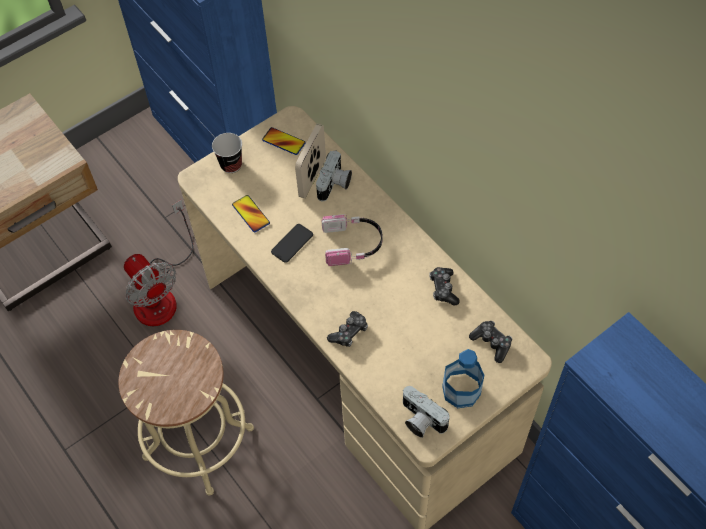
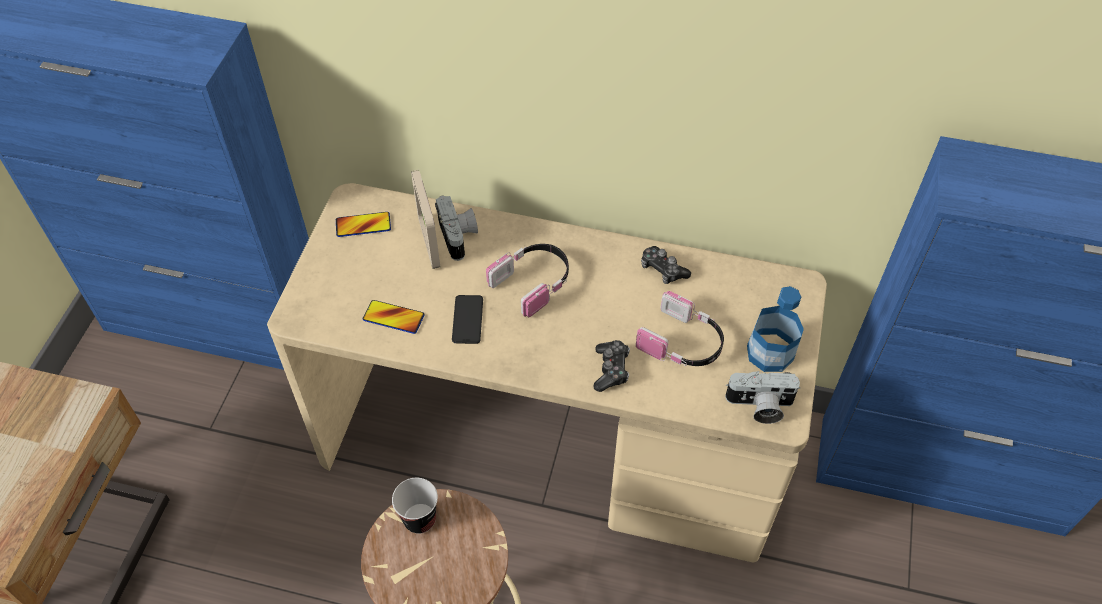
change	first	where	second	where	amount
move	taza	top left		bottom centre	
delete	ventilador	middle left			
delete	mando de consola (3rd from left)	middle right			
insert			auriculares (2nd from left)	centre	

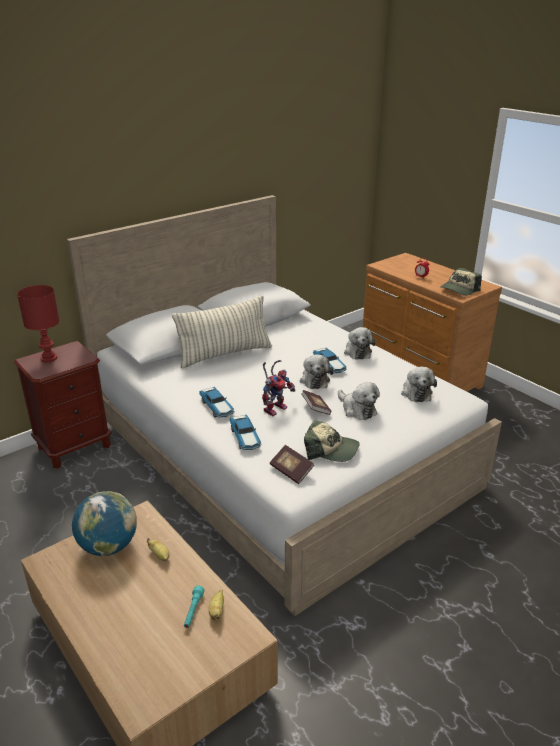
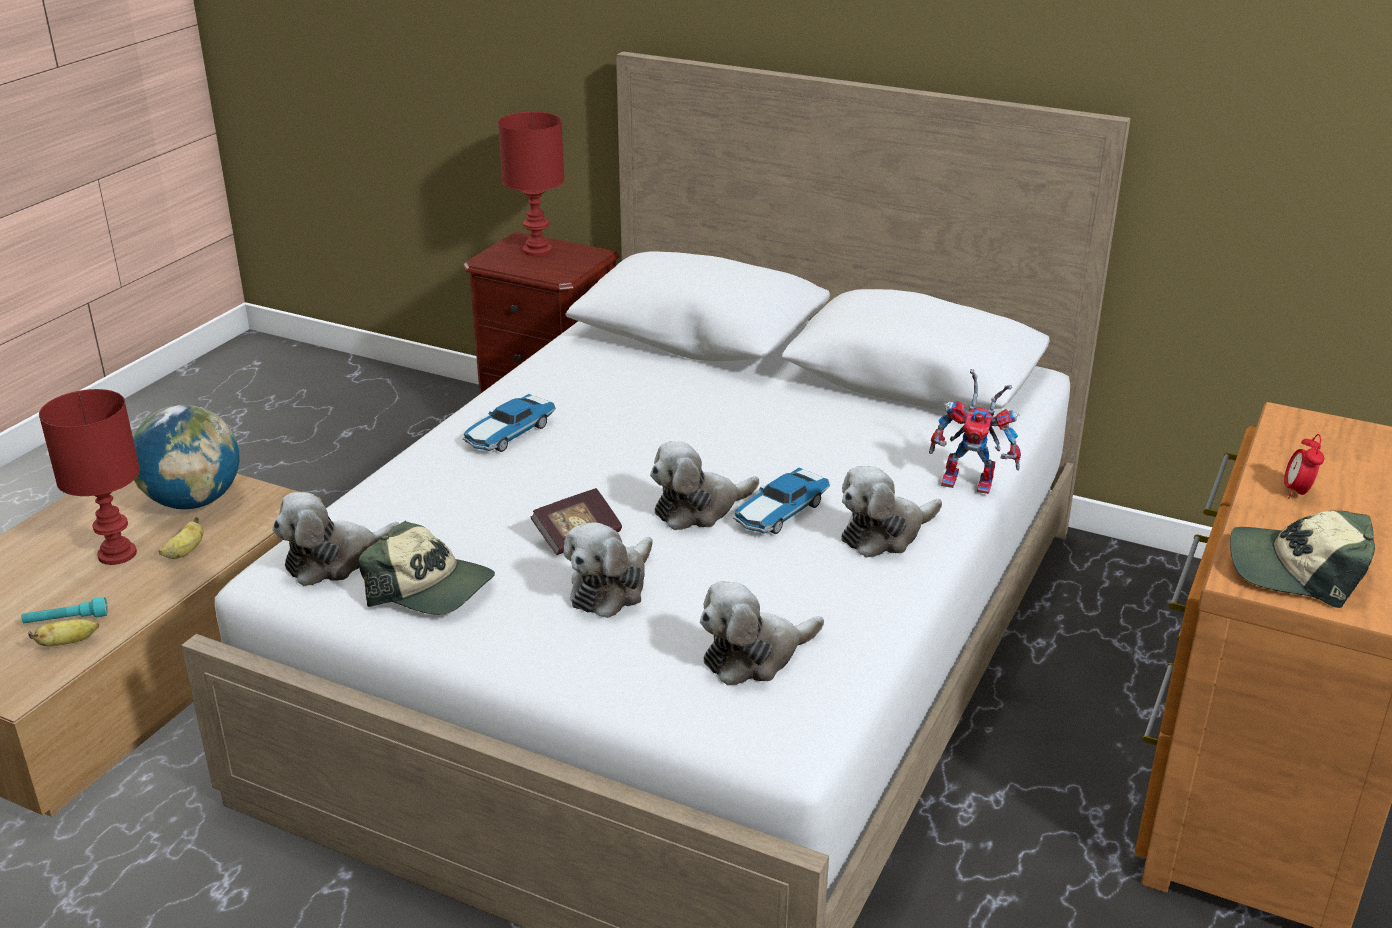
change	first	where	second	where	amount
delete	cojín	centre			
move	robot de juguete	centre		middle right	
delete	coche de juguete (2nd from left)	centre			
rotate	gorra (1st from left)	centre		middle left	60 degrees counterclockwise
replace	libro (1st from left)	centre	peluche (1st from left)	middle left	
insert			lámpara de mesa/rojo (1st from left)	middle left	

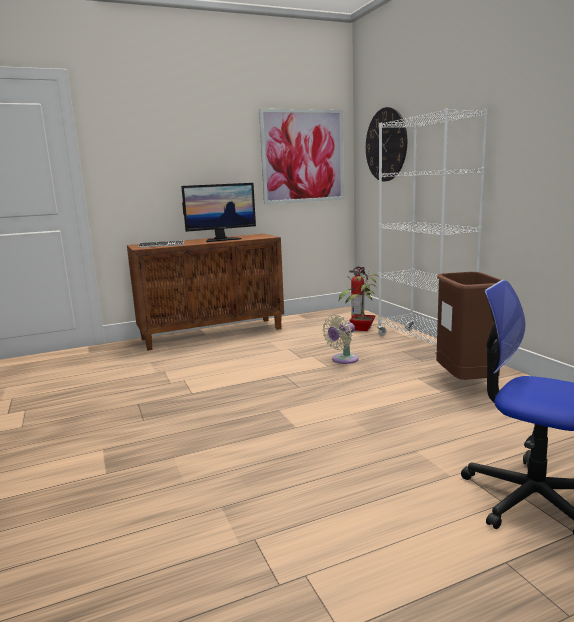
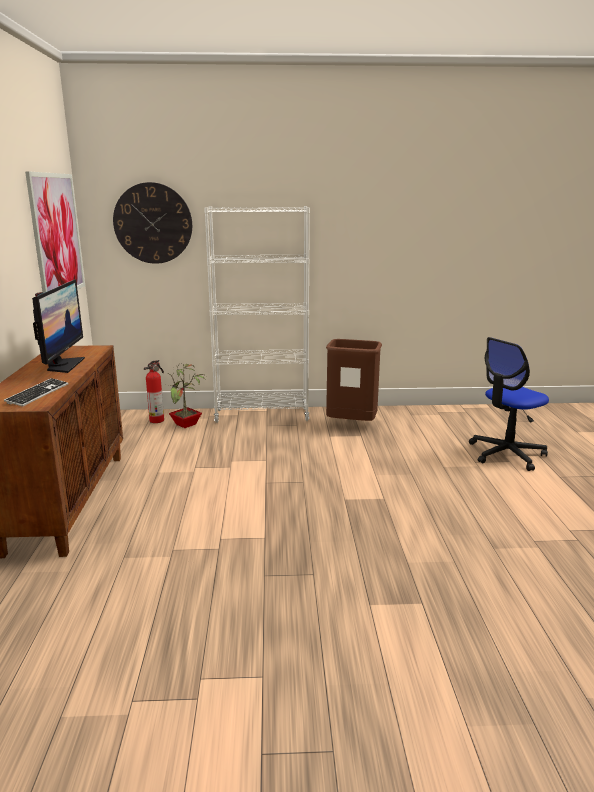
change	first	where	second	where	amount
delete	ventilador/beis	centre			

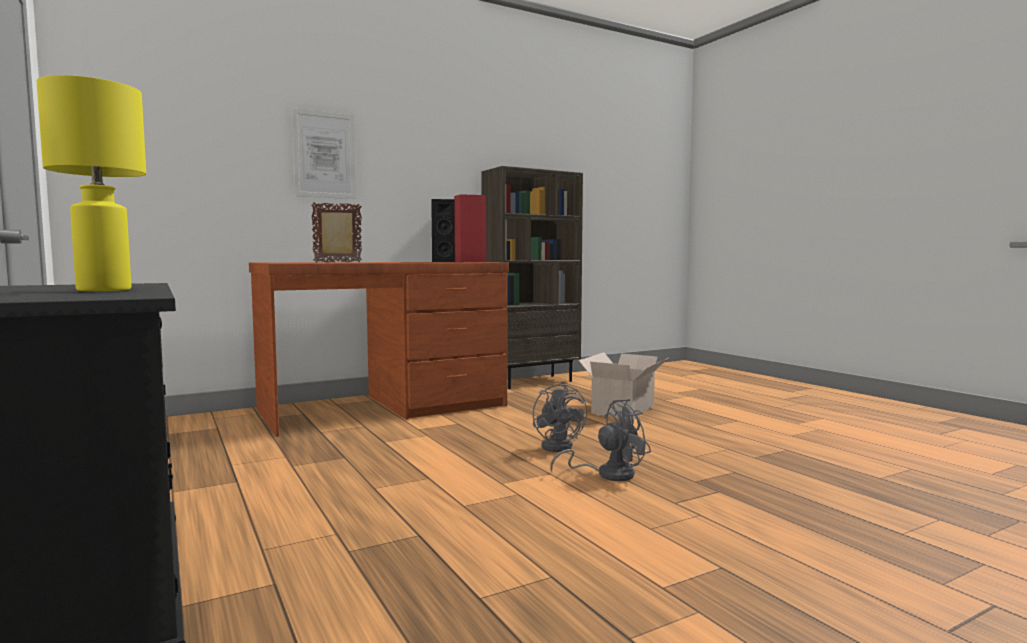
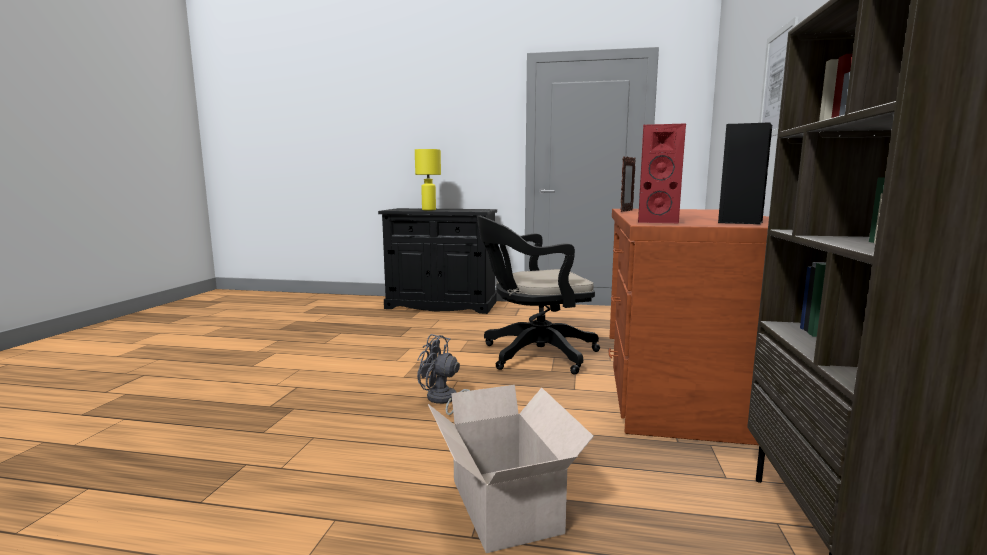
change	first	where	second	where	amount
delete	ventilador/gris (2nd from left)	bottom centre			
insert			silla de oficina/negro	centre	

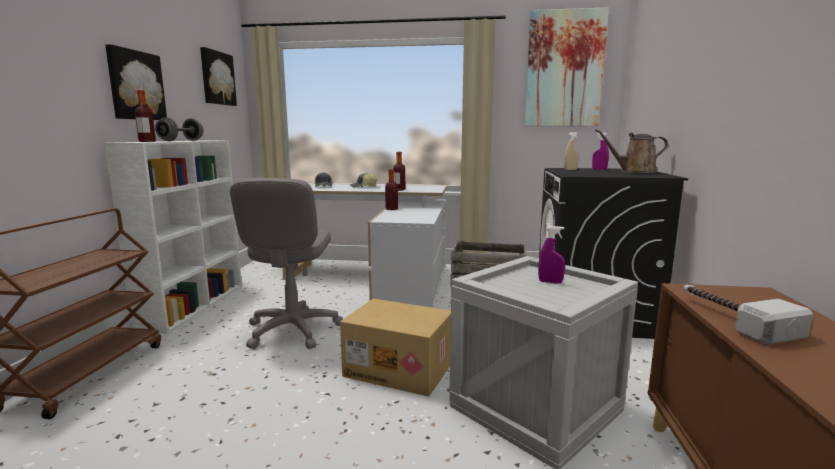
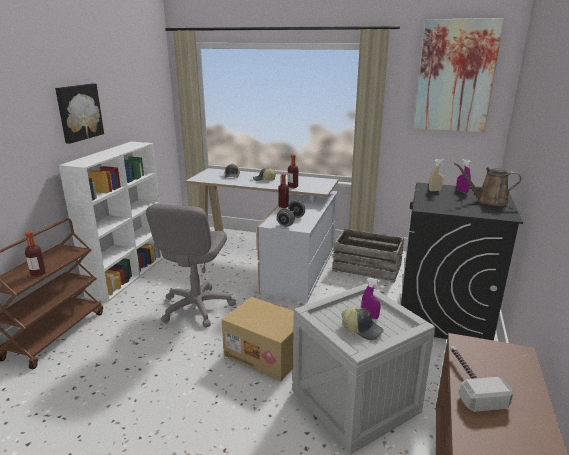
change	first	where	second	where	amount
delete	cuadro (2nd from left)	top left			
move	botella (1st from left)	top left		middle left	
move	mancuerna/gris	top left		centre	
insert			gorra (3rd from left)	bottom centre	

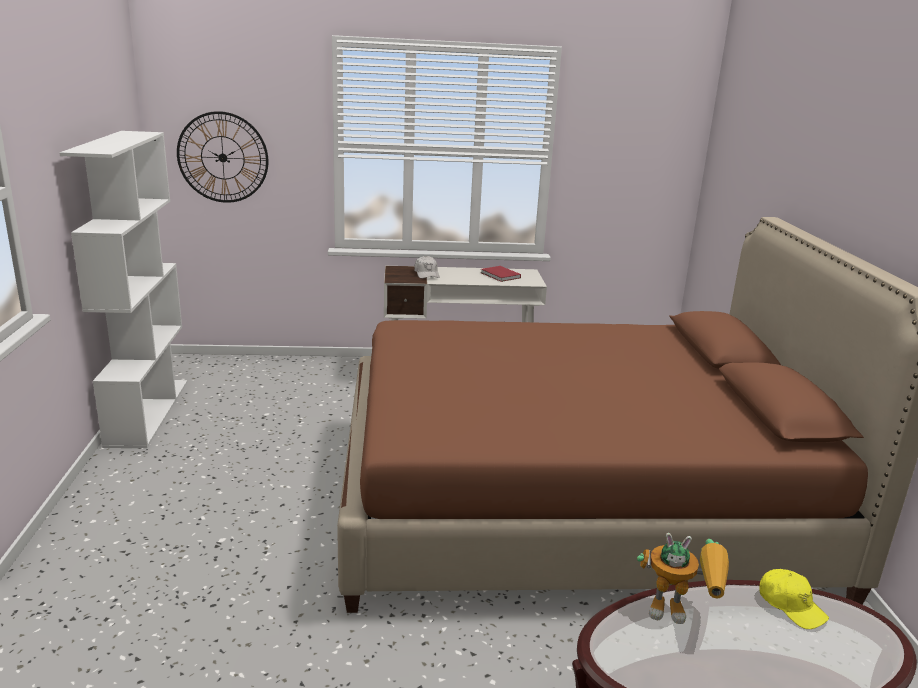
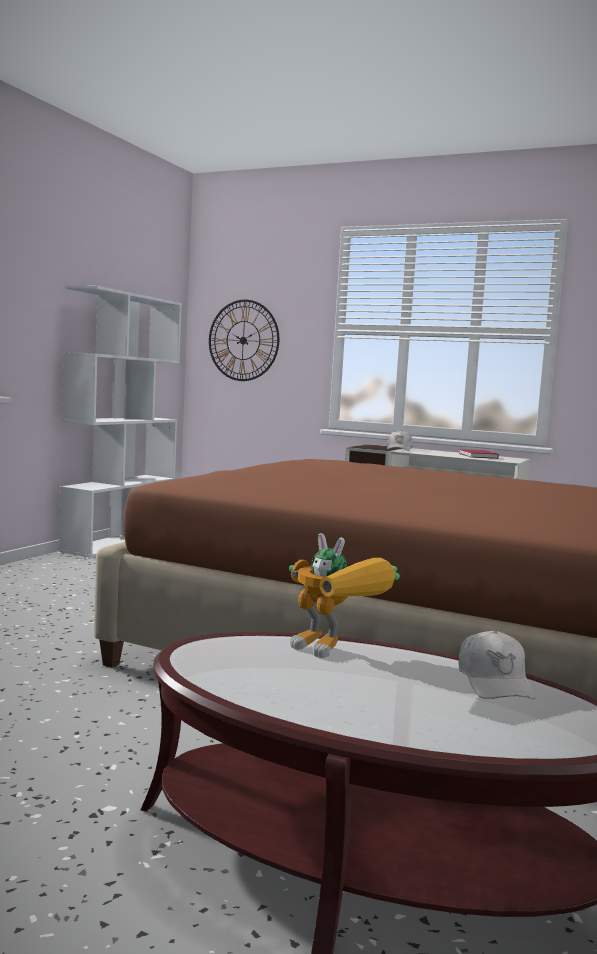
change	first	where	second	where	amount
recolor	gorra/amarillo	bottom right	gorra/blanco (2nd from left)	bottom right	

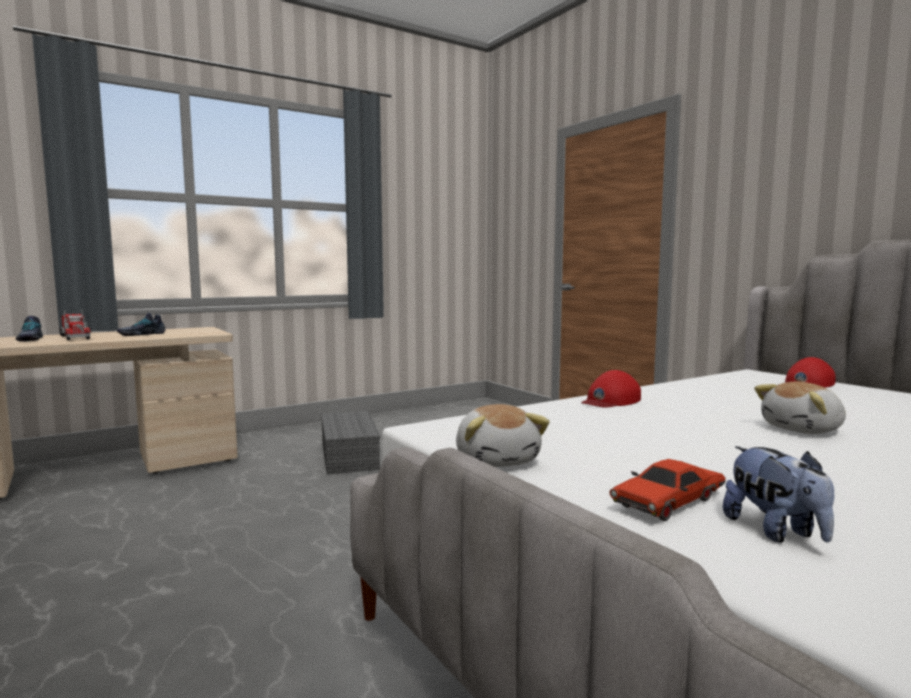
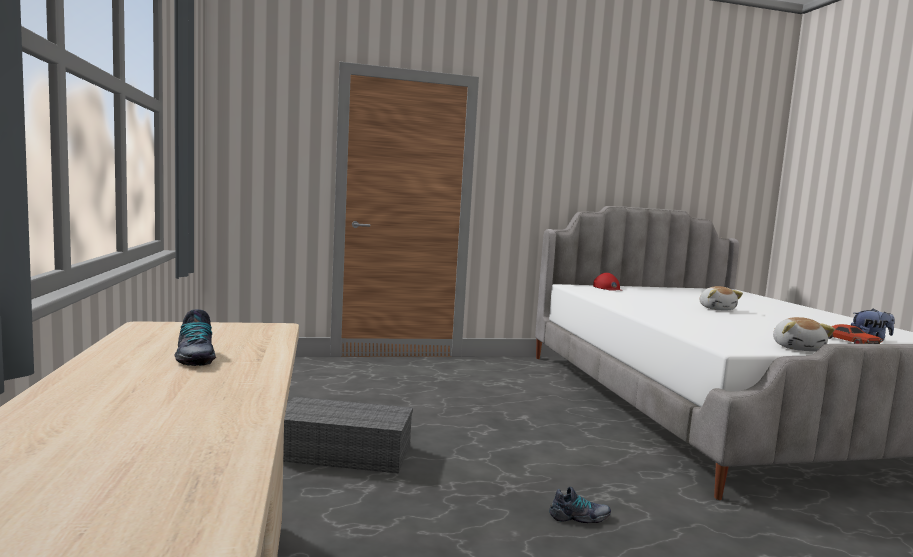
change	first	where	second	where	amount
delete	camión de juguete	middle left			
move	zapato (1st from left in the first image)	middle left	zapato (2nd from left)	bottom centre	
delete	gorra/rojo (1st from left)	middle right			
rotate	peluche (1st from left in the first image)	centre	peluche (2nd from left)	middle right	90 degrees clockwise

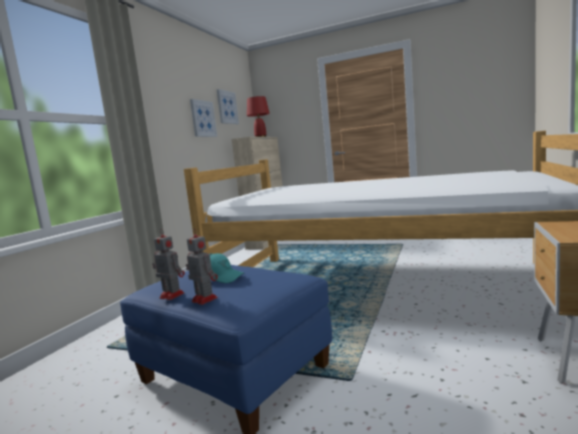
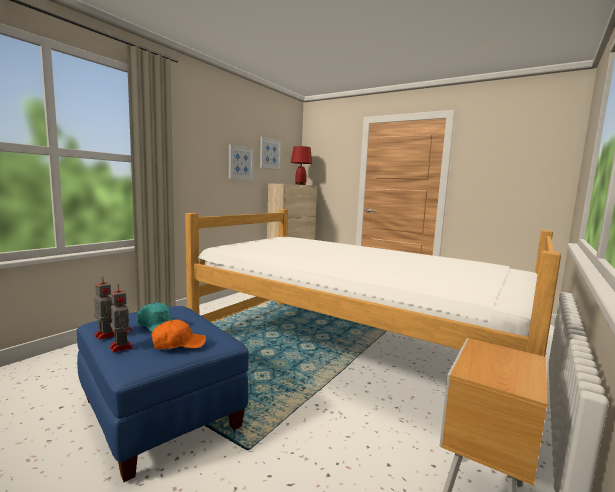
change	first	where	second	where	amount
insert			gorra/naranja	bottom left	

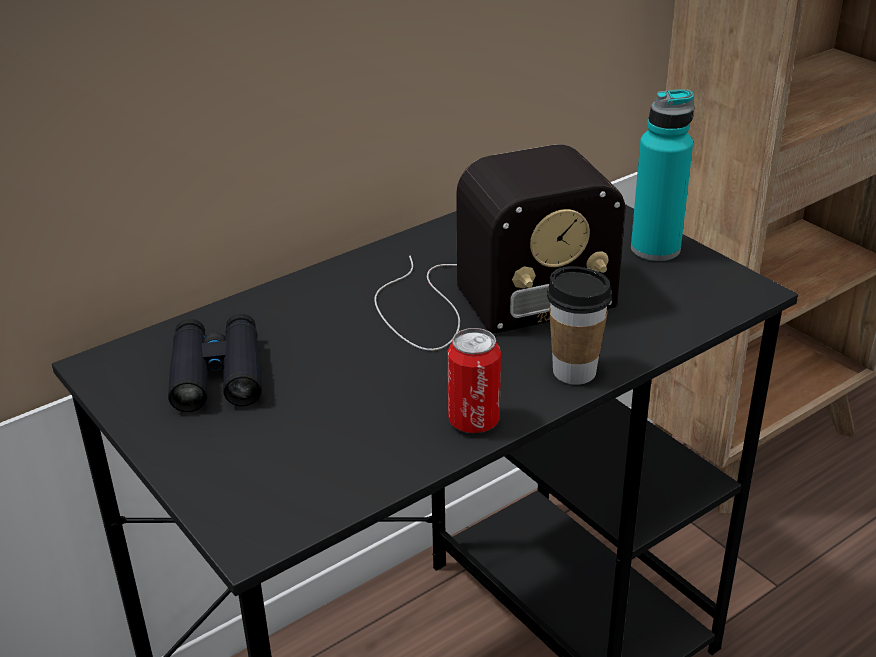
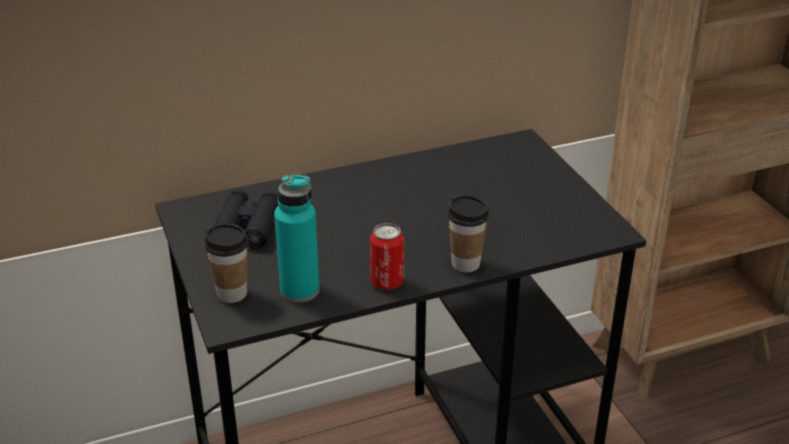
change	first	where	second	where	amount
move	botella/turquesa	top right		centre	
delete	radio	centre			
insert			taza (1st from left)	middle left	

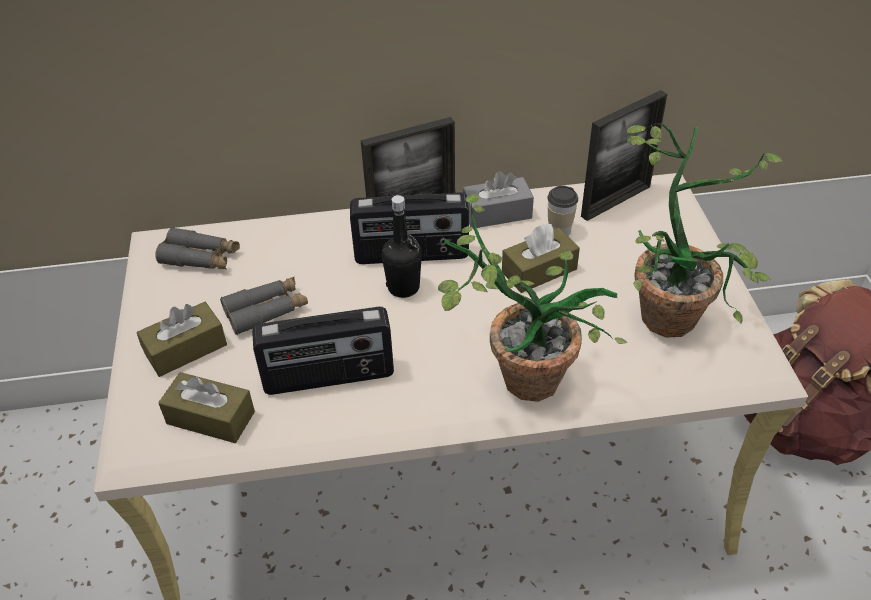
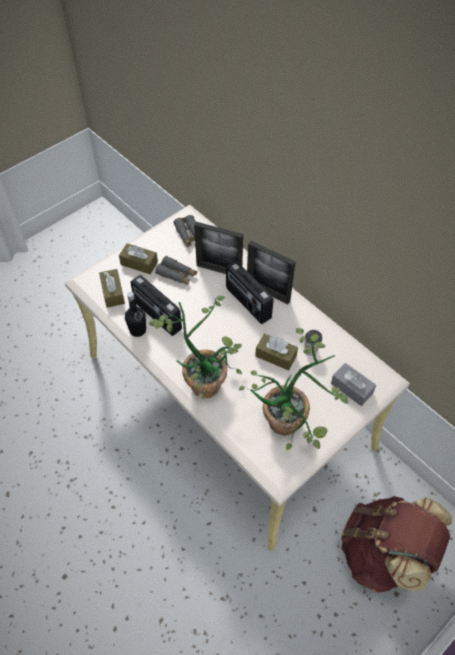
change	first	where	second	where	amount
move	portarretratos (2nd from left in the first image)	top right	portarretratos (1st from left)	centre	
move	caja de pañuelos/gris	centre		middle right	
move	botella/negro	centre		middle left	

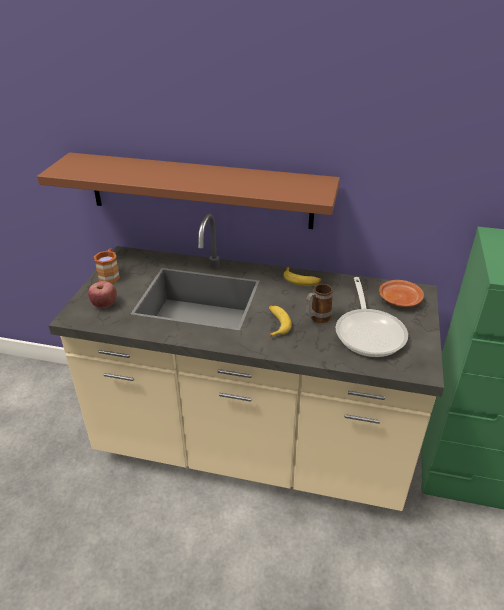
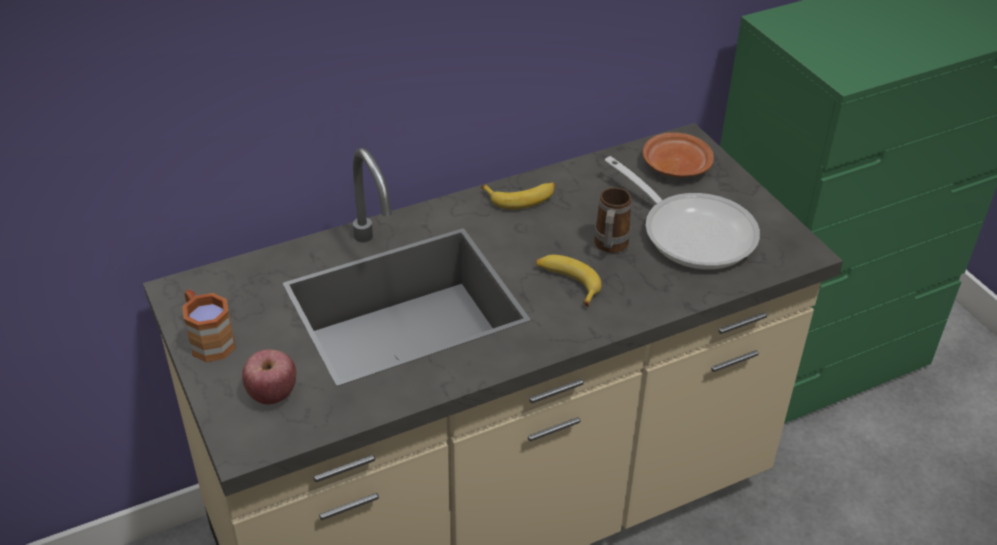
change	first	where	second	where	amount
delete	estante/marrón	top centre			

